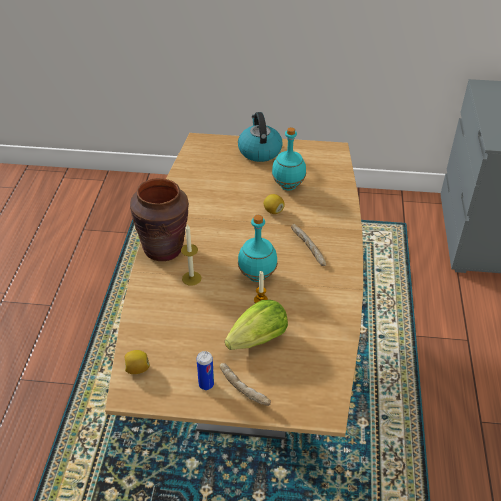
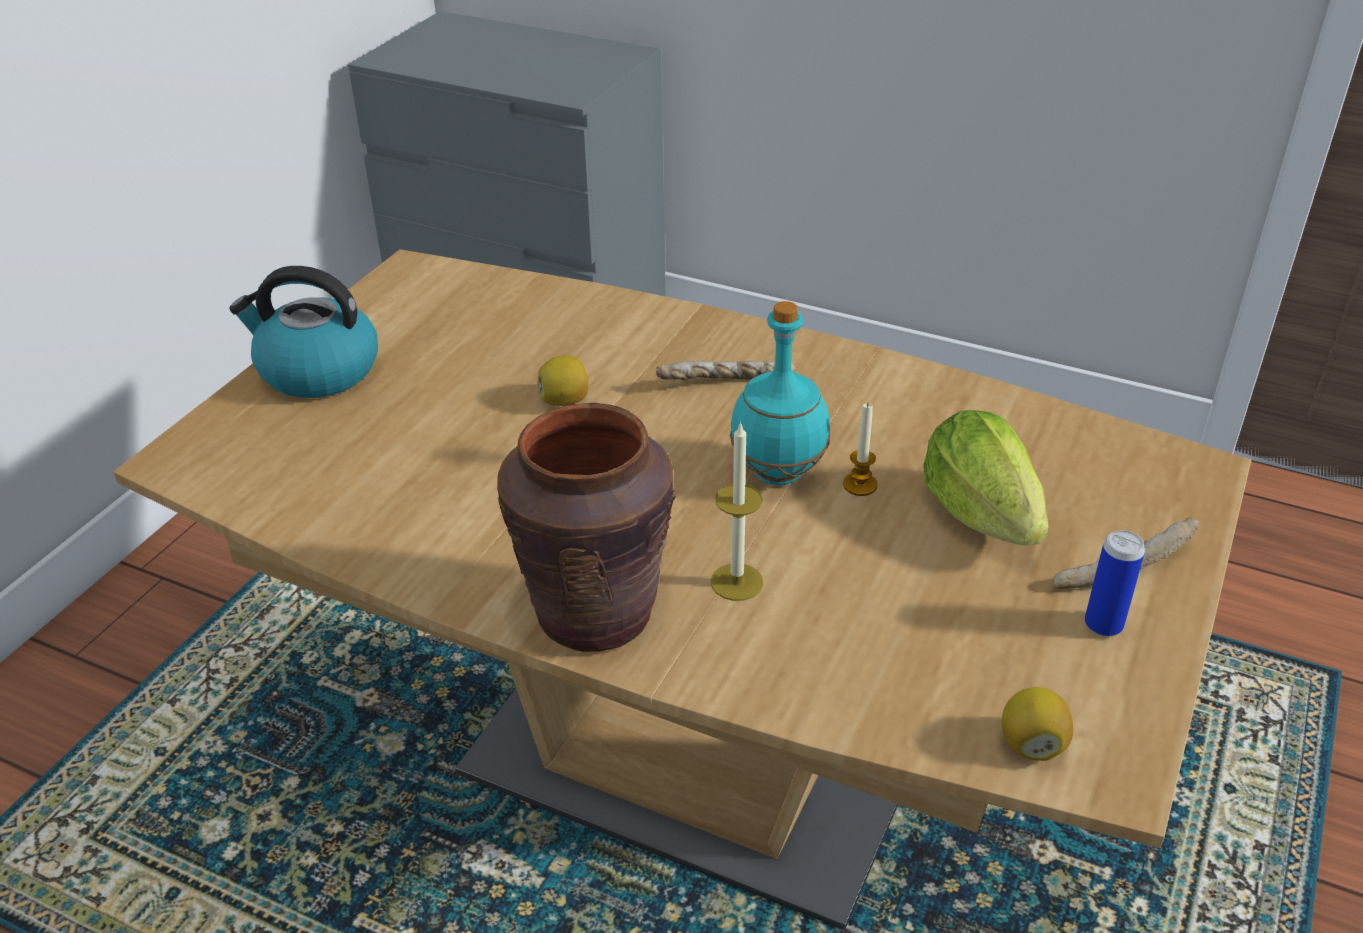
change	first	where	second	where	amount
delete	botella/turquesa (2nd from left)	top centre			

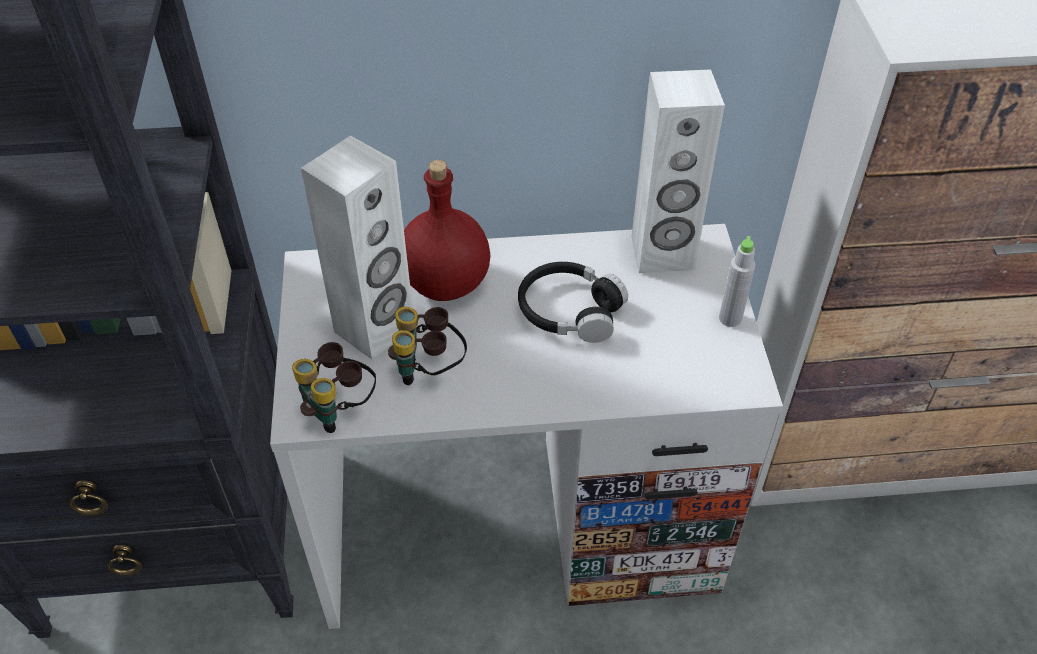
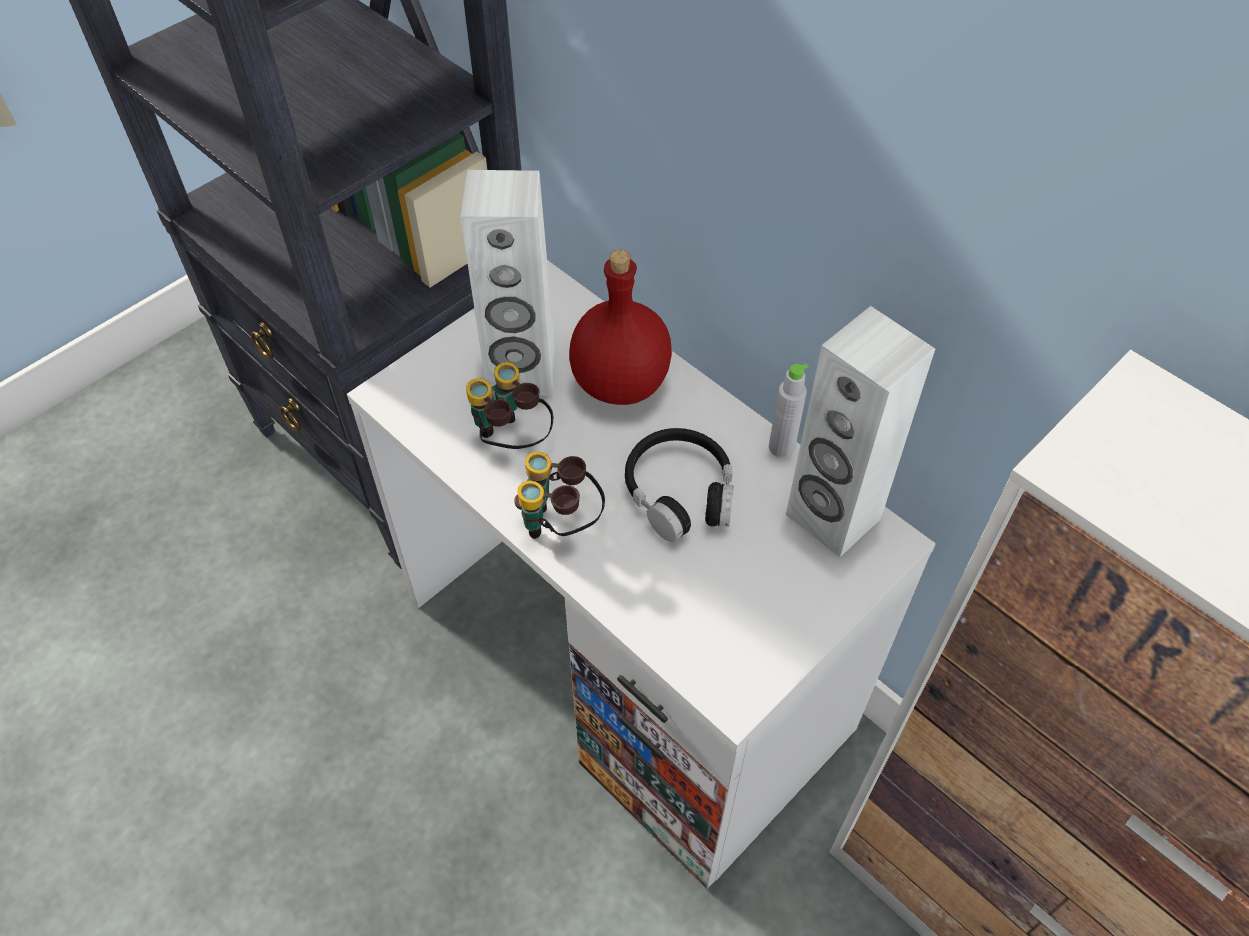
change	first	where	second	where	amount
move	botella/gris	middle right		centre	
move	prismáticos (1st from left in the first image)	middle left	prismáticos (2nd from left)	centre	

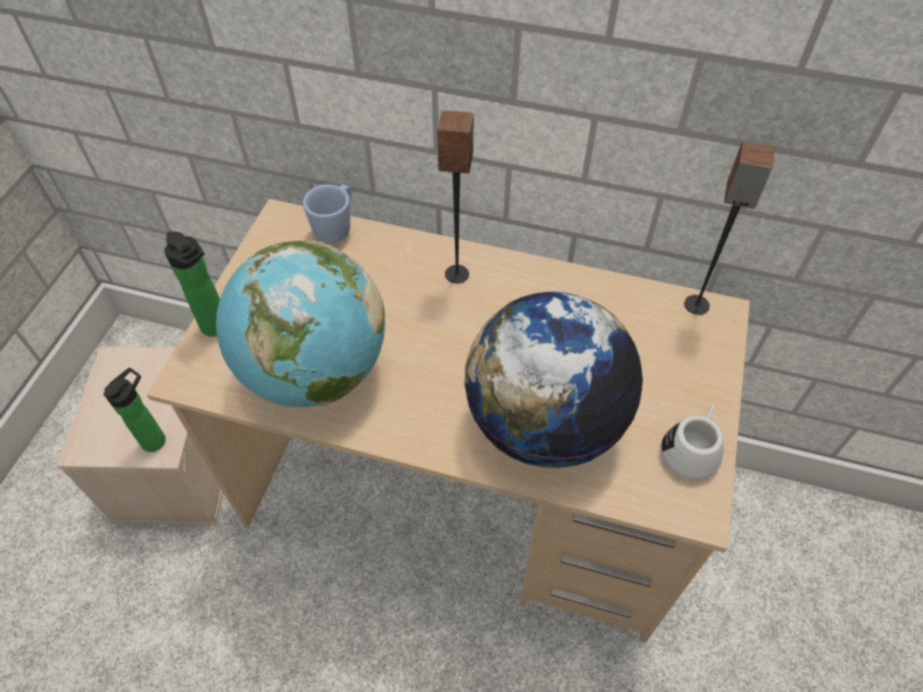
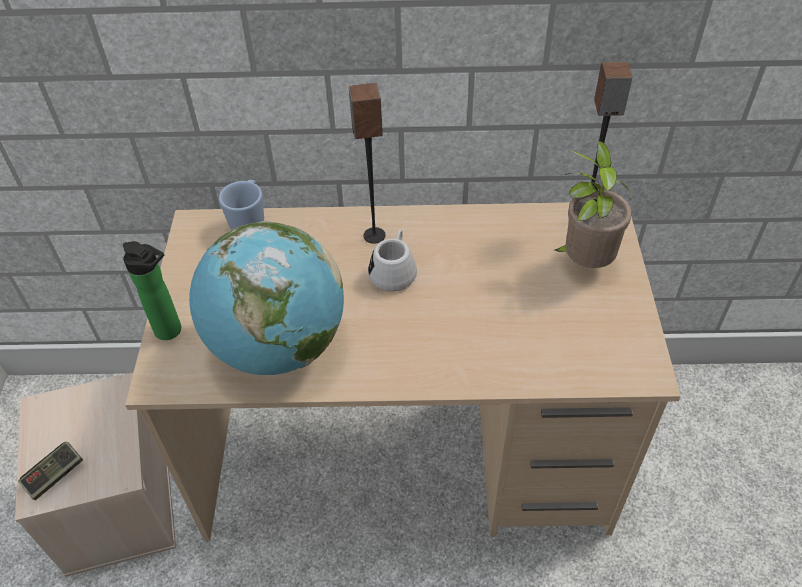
change	first	where	second	where	amount
delete	globo terráqueo (2nd from left)	centre			
delete	botella (1st from left)	middle left			
move	taza grande/blanco	middle right		centre	
insert			planta en maceta	middle right	
insert			mando de consola	bottom left	

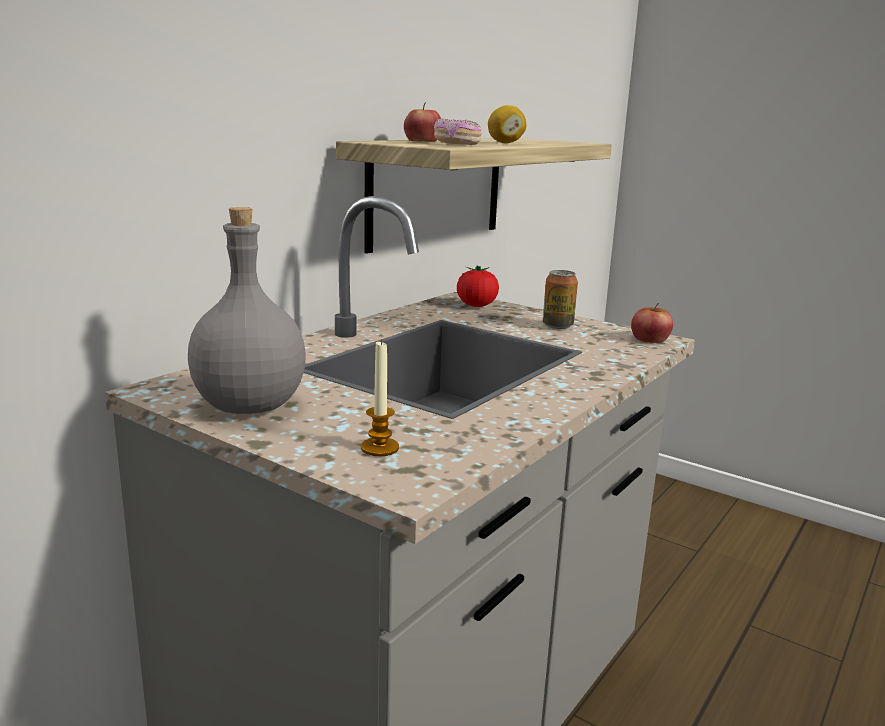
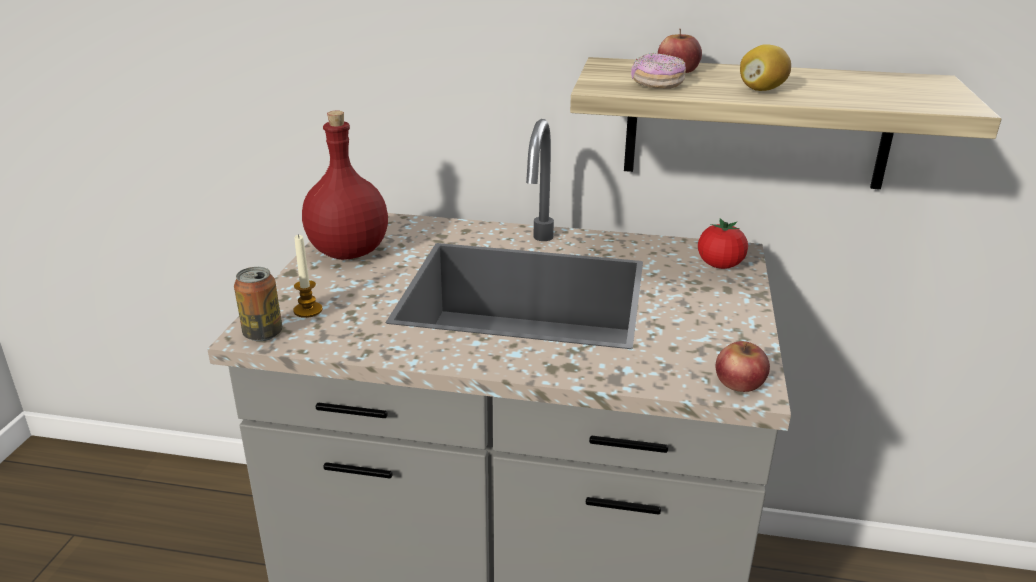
change	first	where	second	where	amount
recolor	botella/gris	middle left	botella/rojo	top left	
move	lata	centre		middle left	

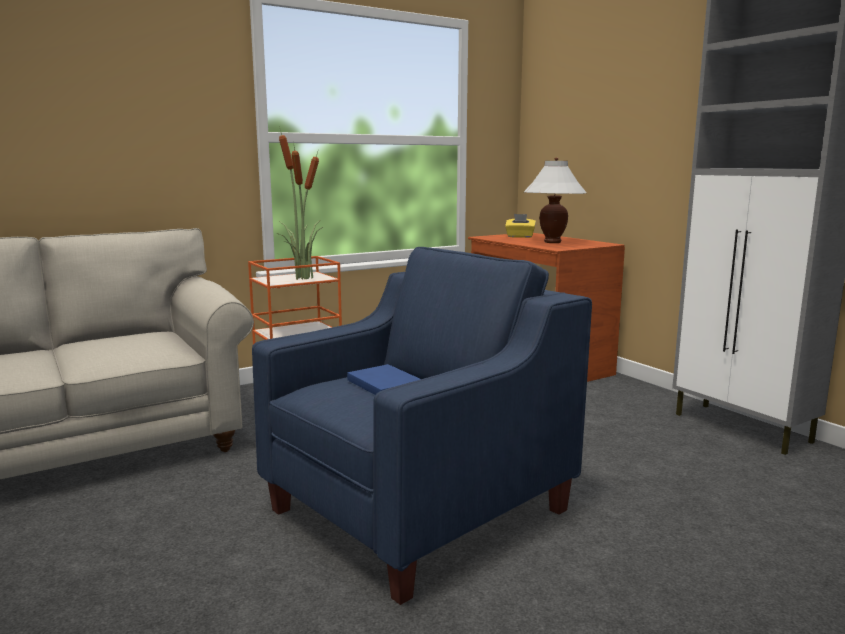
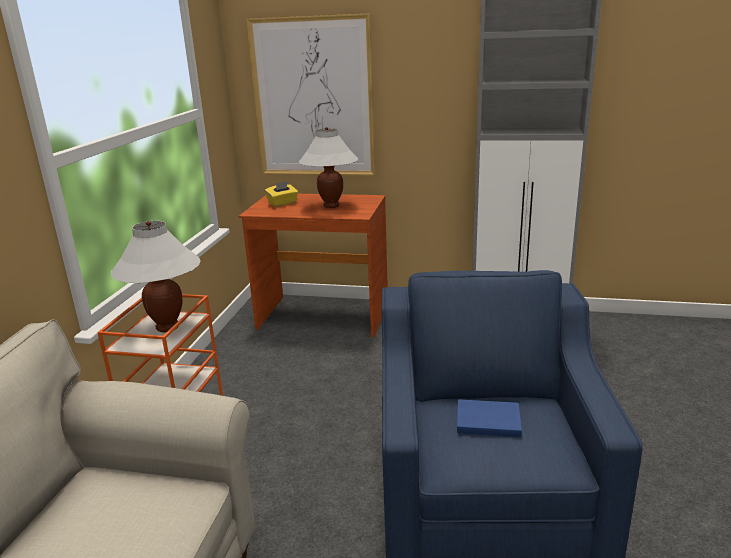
change	first	where	second	where	amount
replace	planta en maceta	top centre	lámpara de mesa/blanco (1st from left)	middle left	
insert			cuadro	top centre	

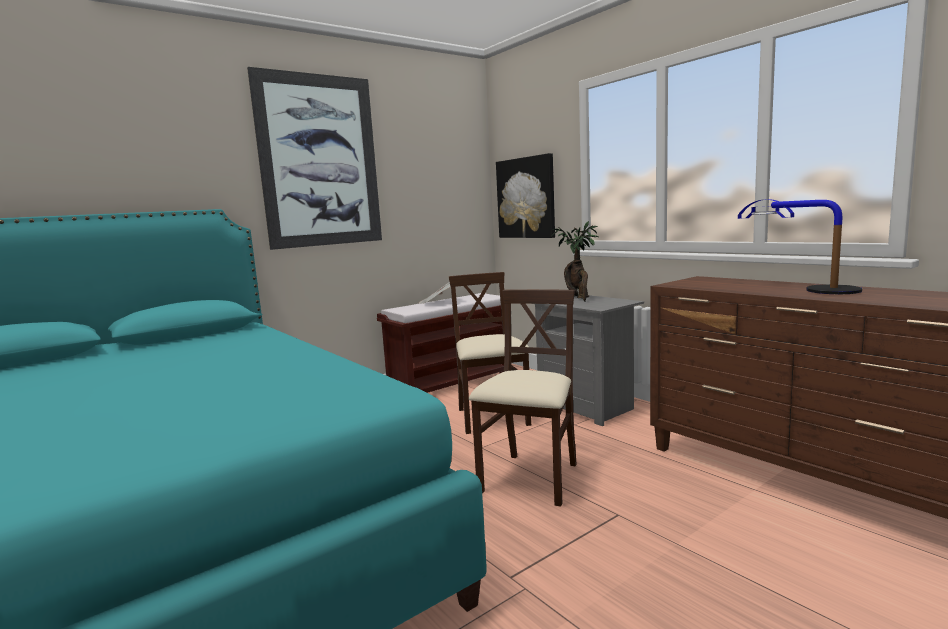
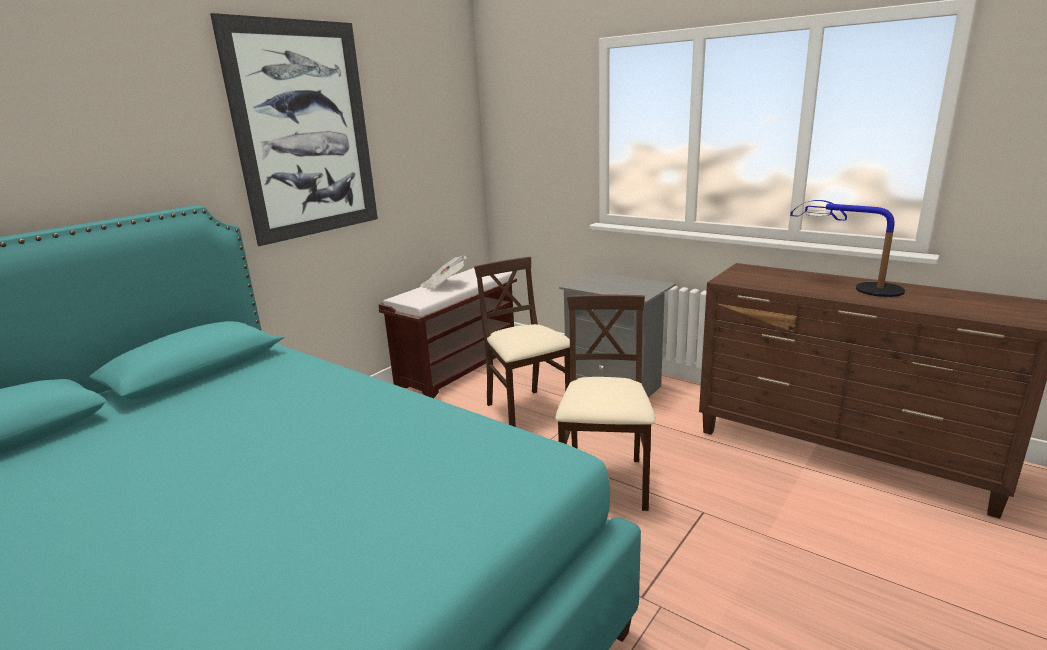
change	first	where	second	where	amount
delete	cuadro (2nd from left)	top centre			
delete	planta en maceta	centre			

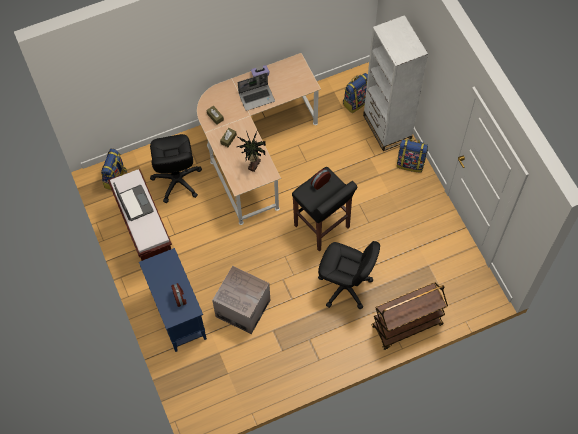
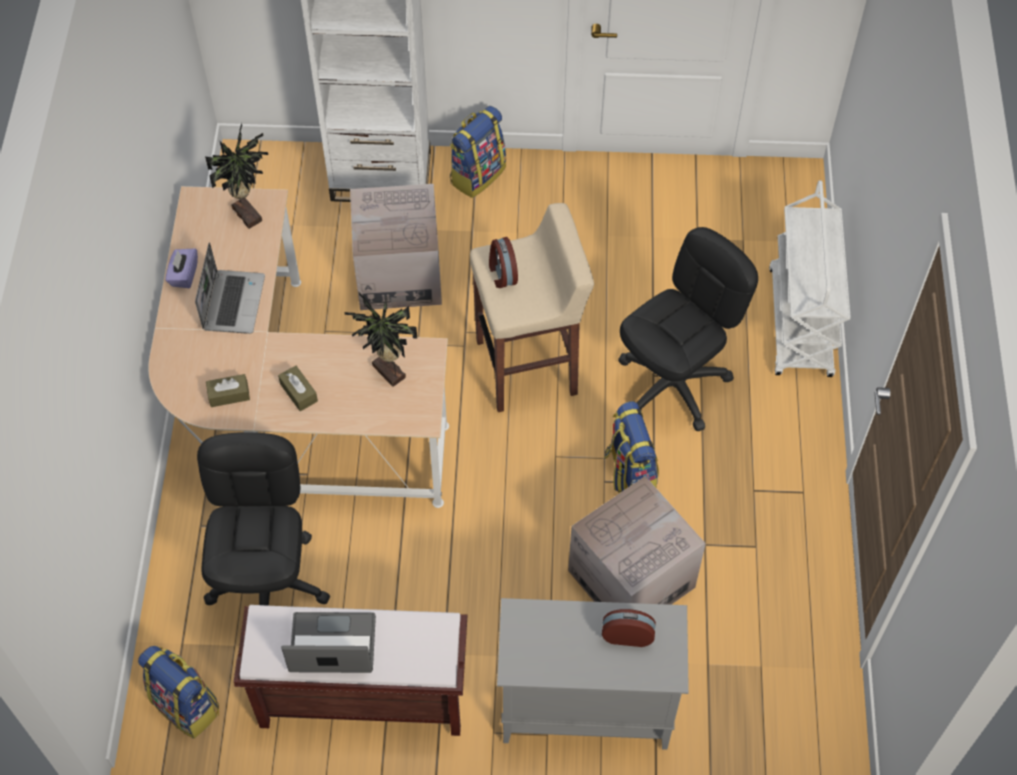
change	first	where	second	where	amount
move	mochila (2nd from left in the first image)	top centre	mochila (3rd from left)	centre	
rotate	silla de oficina/negro (1st from left)	middle left		bottom left	105 degrees counterclockwise
recolor	taburete/negro	centre	taburete/beis	centre	
recolor	armario/azul	bottom left	armario/gris	bottom centre	
recolor	carrito/marrón	bottom right	carrito/blanco	middle right	
insert			planta en maceta (1st from left)	top left	
insert			caja de cartón (1st from left)	top centre	

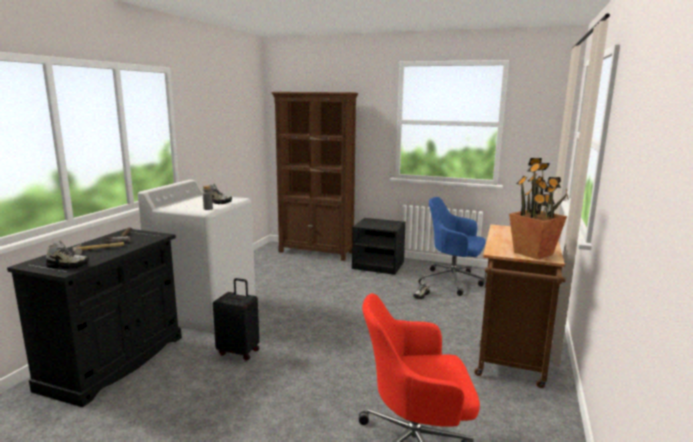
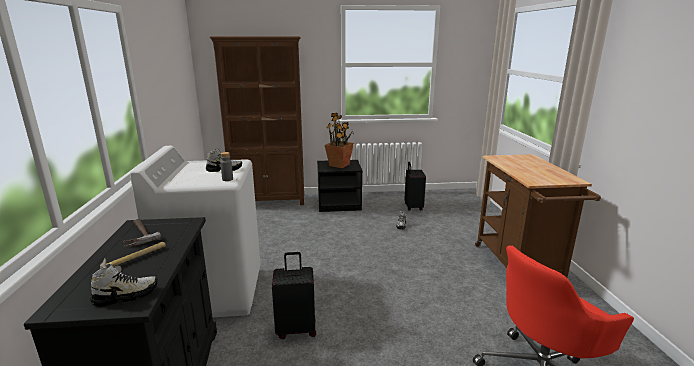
change	first	where	second	where	amount
move	planta en maceta	middle right		centre	
replace	silla de oficina/azul	centre	maleta/negro (2nd from left)	centre	

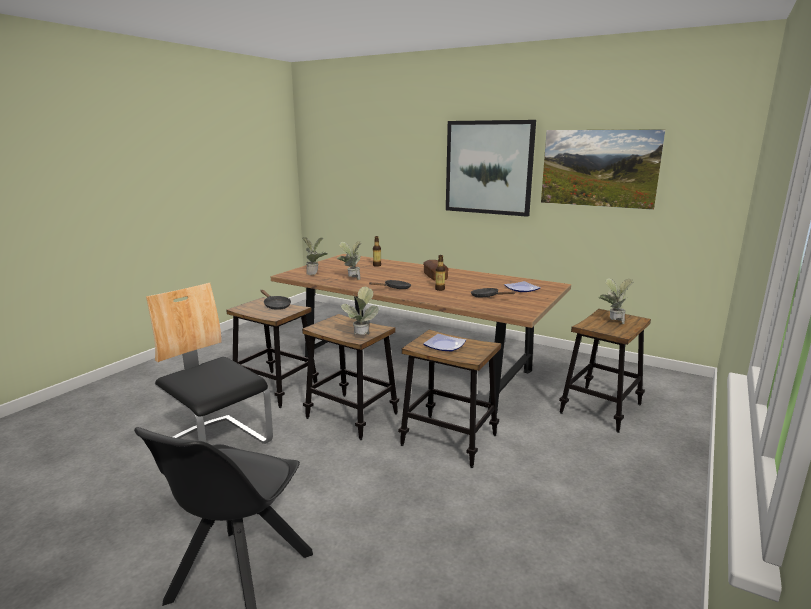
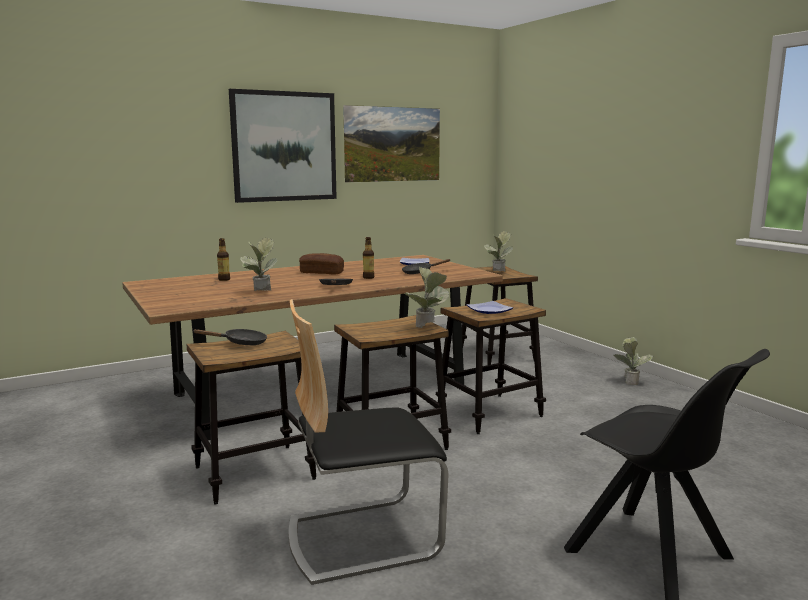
change	first	where	second	where	amount
move	planta en maceta (1st from left in the first image)	centre	planta en maceta (4th from left)	middle right	

